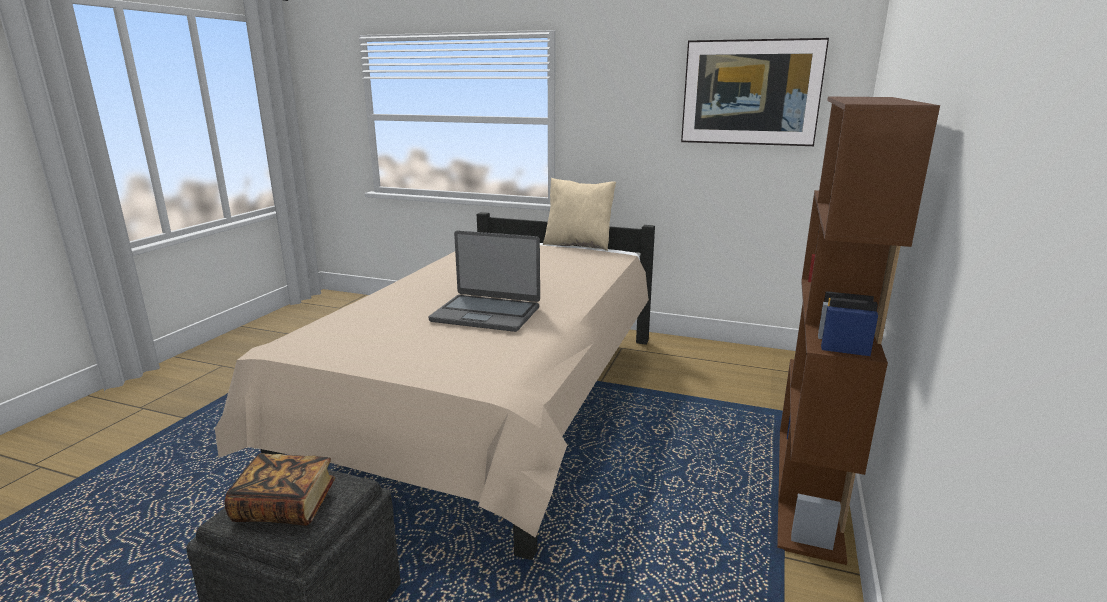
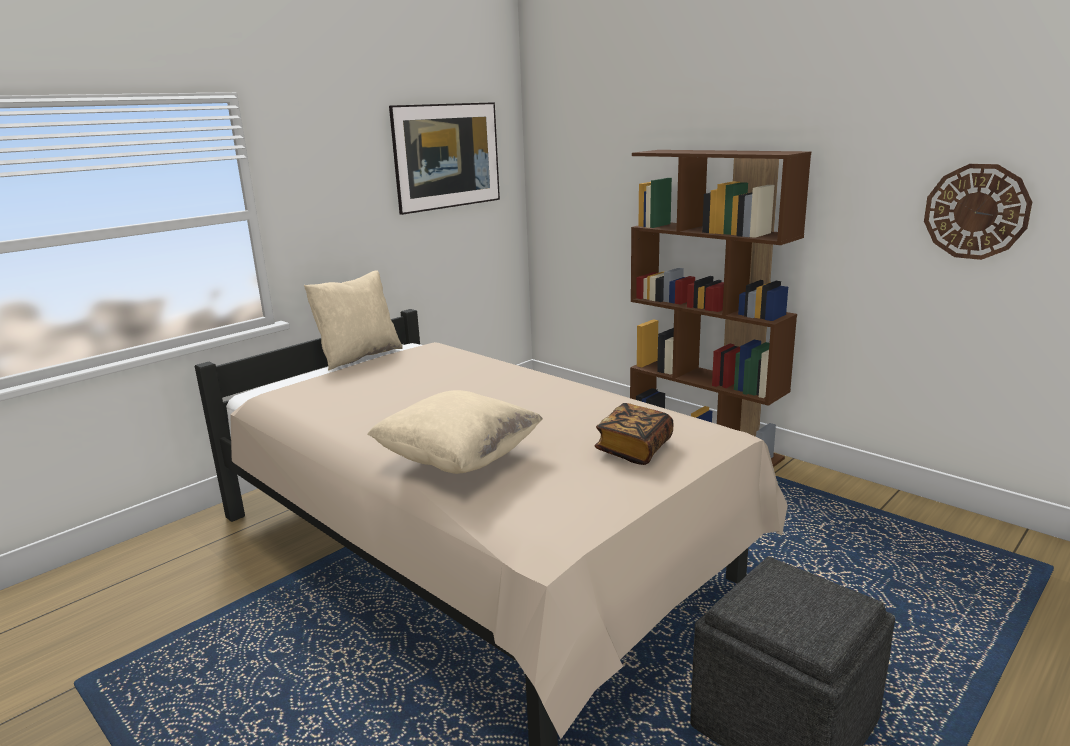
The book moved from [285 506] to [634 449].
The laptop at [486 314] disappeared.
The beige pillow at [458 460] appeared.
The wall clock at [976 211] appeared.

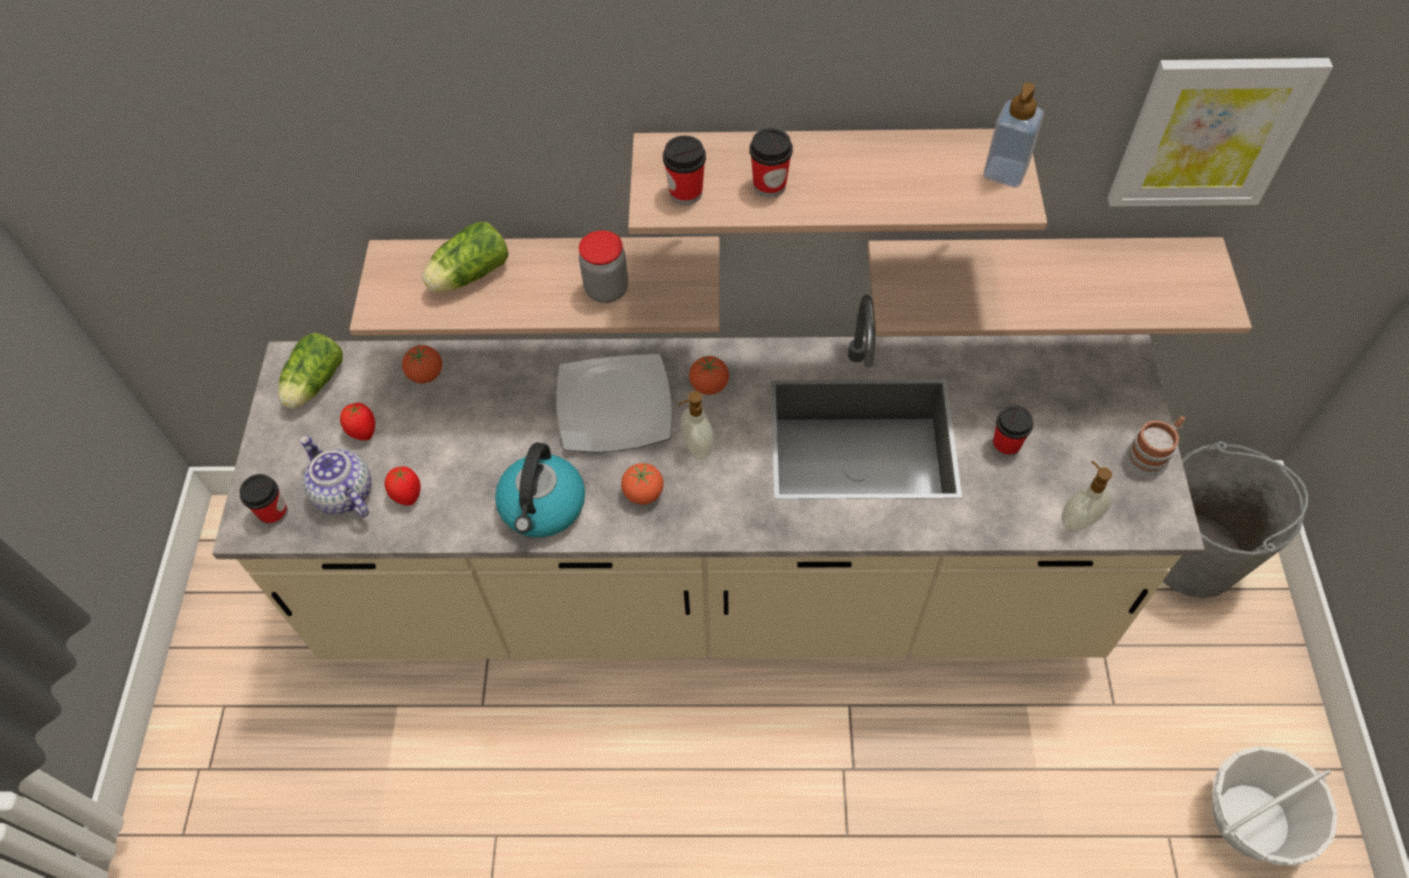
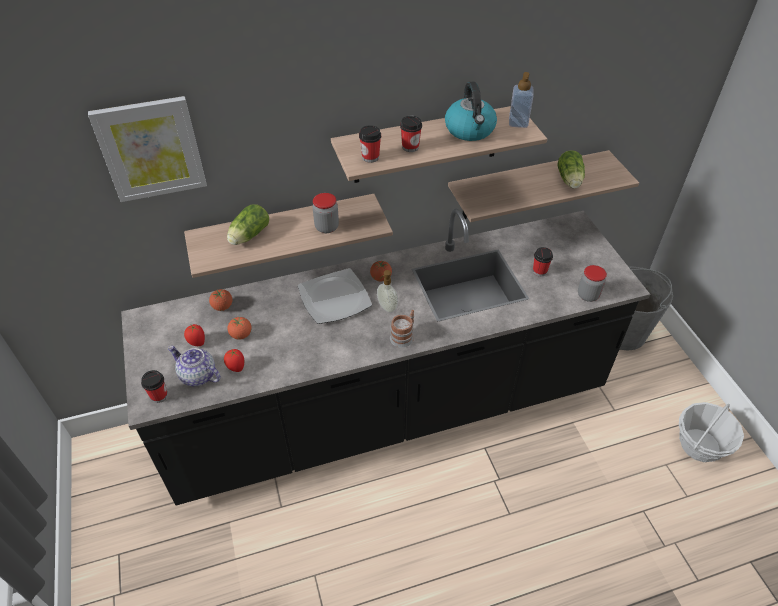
The beige counter at [710 589] became the black counter at [389 410].
The lettuce moved from [313 385] to [569 180].
The kettle moved from [543 507] to [470 130].
The tomato moved from [643 493] to [241 335].
The soap dispenser at [1078 520] was replaced by the jar at [588 295].
The picture moved from [1210 132] to [151 149].
The mug moved from [1150 455] to [404 335].

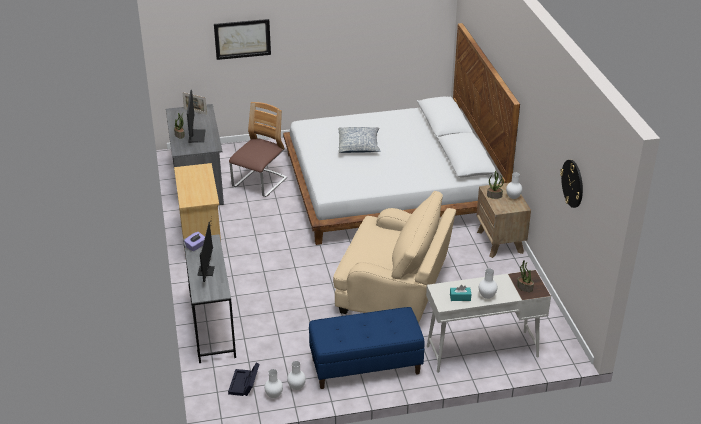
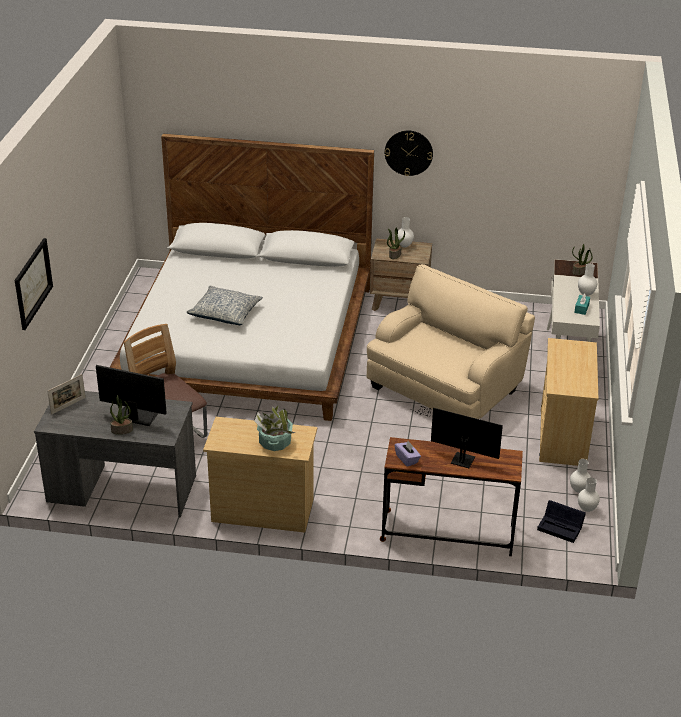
The grey desk at [212 326] became the brown desk at [447 533].
The blue bench at [365 367] was replaced by the beige dresser at [562 436].
The wall clock moved from [572 183] to [408 152].
The potted plant at [275 442] appeared.

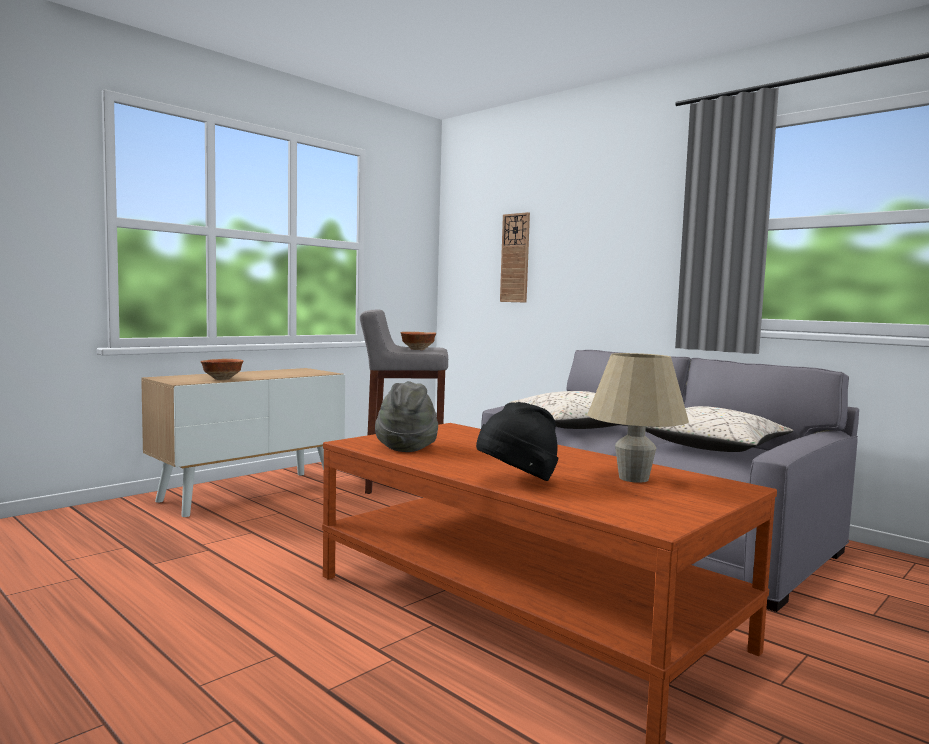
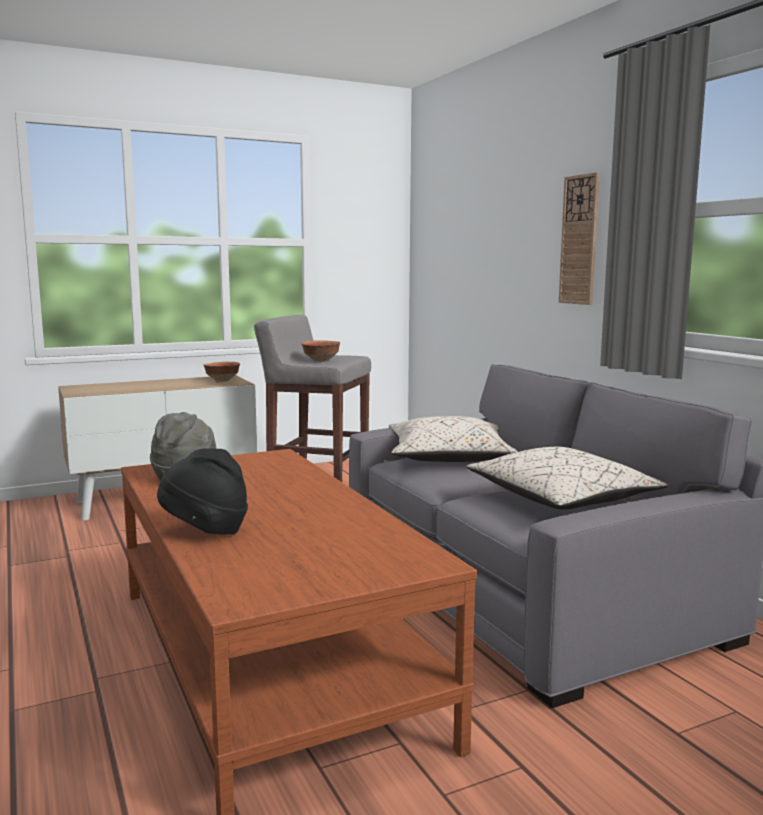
The bowl moved from [221 379] to [221 380].
The wall clock moved from [515 258] to [579 240].
The beige table lamp at [633 478] disappeared.

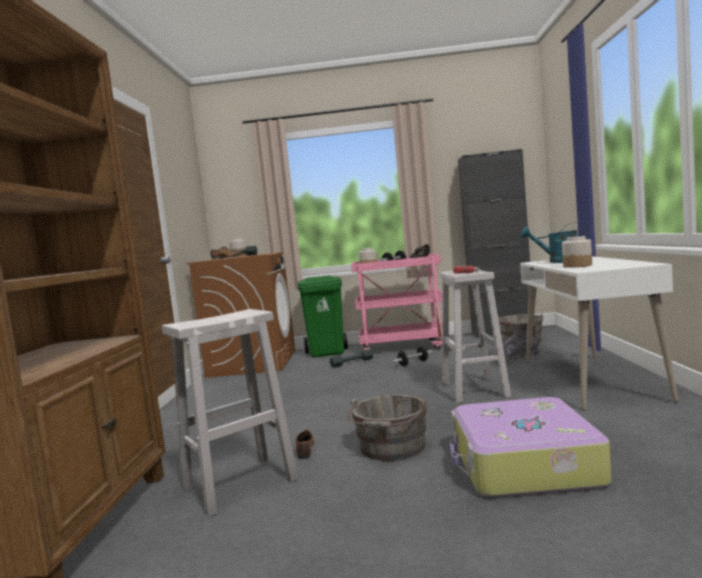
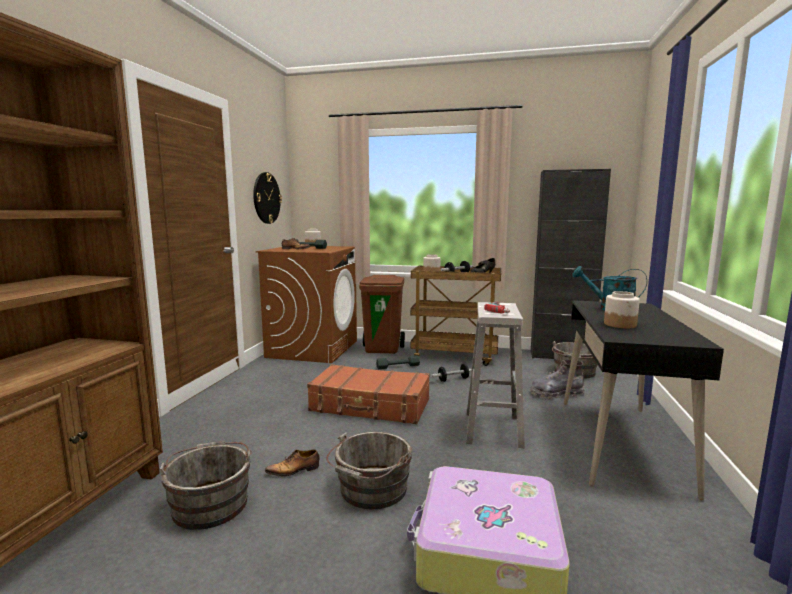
The white stool at [238 485] was replaced by the grey bucket at [210 503].
The shoe at [305 449] turned 120 degrees counterclockwise.
The green trash can at [327 353] became the brown trash can at [383 349].
The pink cart at [403 347] became the brown cart at [455 356].
The white desk at [590 380] became the black desk at [620 443].
The wall clock at [266 198] appeared.
The brown suitcase at [370 406] appeared.

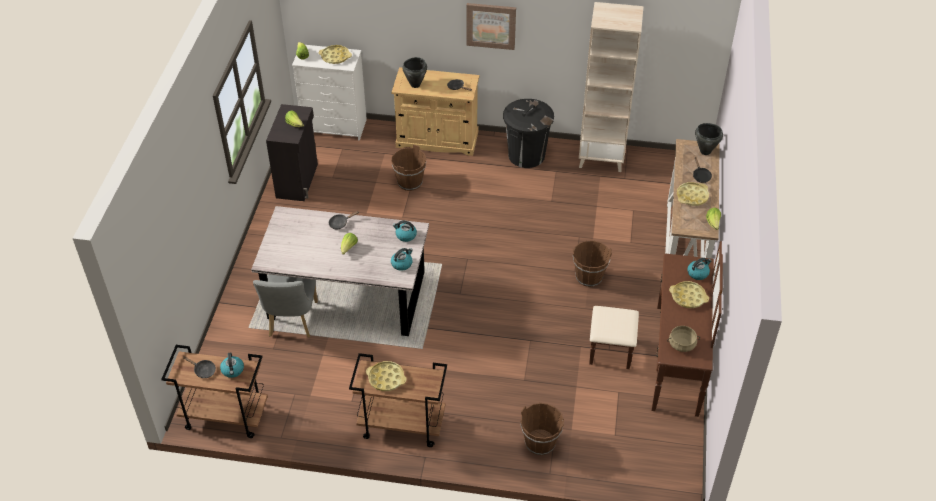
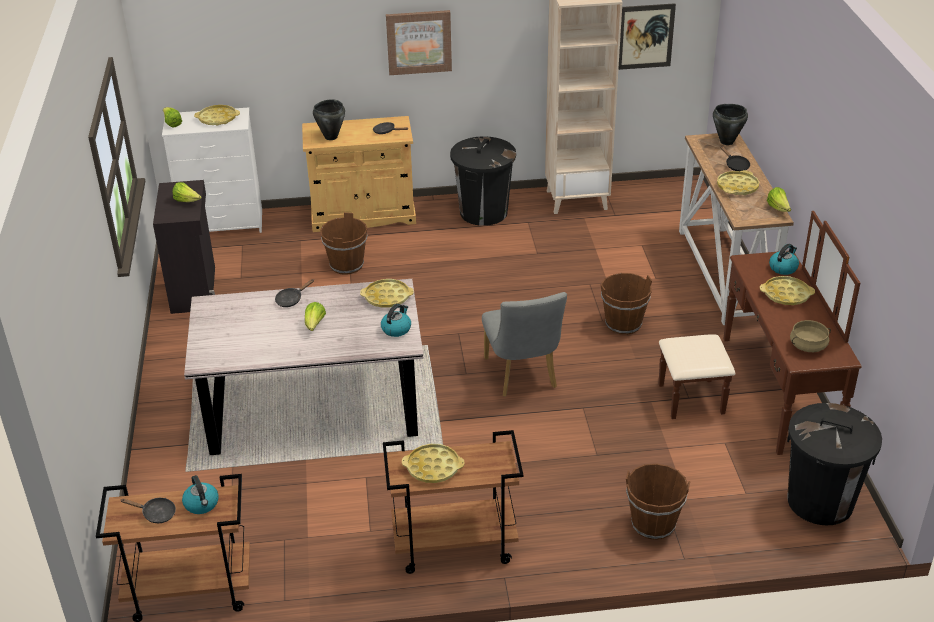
The grey chair moved from [292 322] to [522 376].
The kettle at [405 235] was replaced by the yellow tray at [387 297].
The picture at [645 36] appeared.
The black trash can at [820 502] appeared.

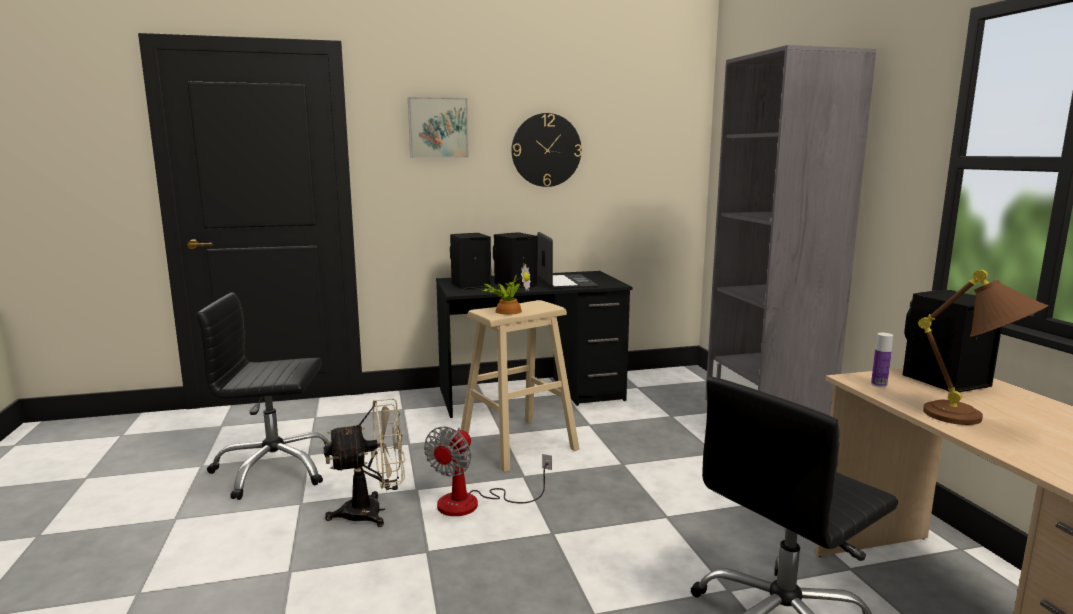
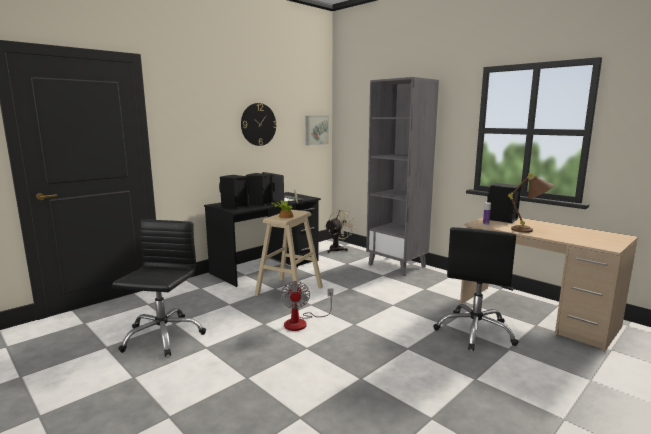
The black office chair at [274 469] turned 135 degrees clockwise.
The beige fan moved from [373 512] to [338 249].
The picture moved from [438 128] to [316 130].

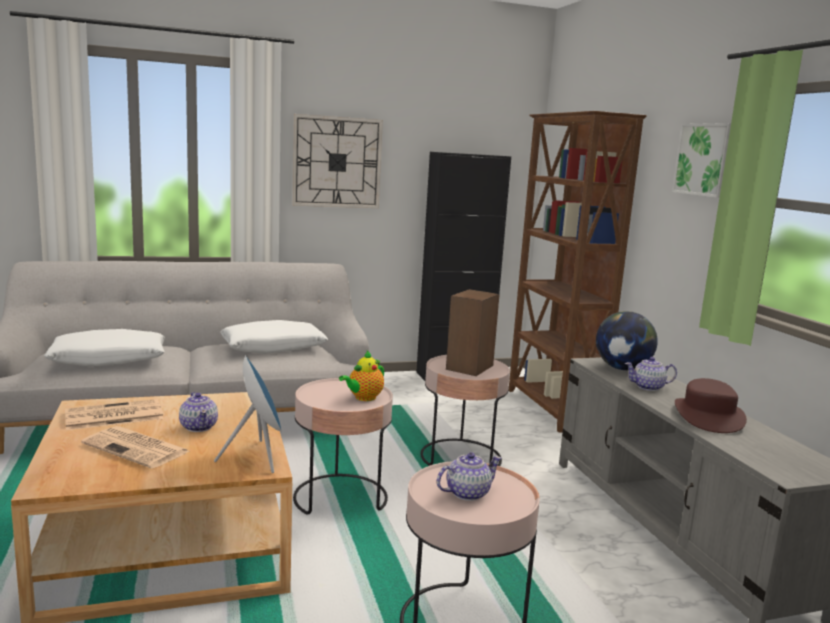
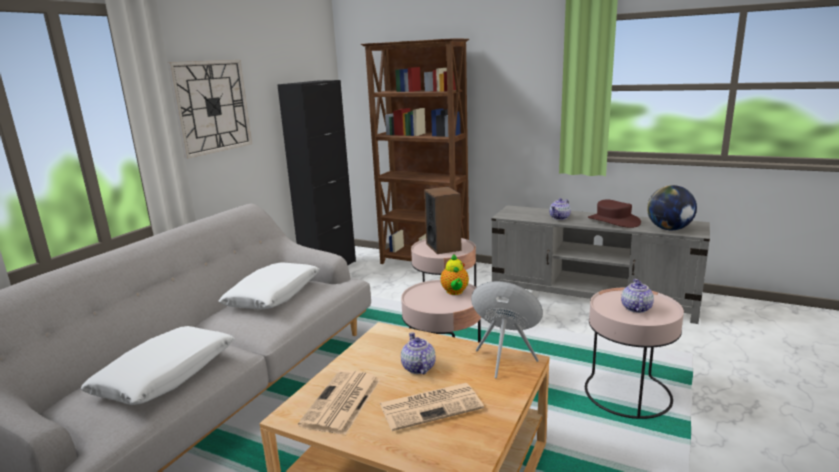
The teapot at [199 427] turned 120 degrees counterclockwise.
The globe moved from [622 368] to [669 229].
The picture at [705 160] disappeared.

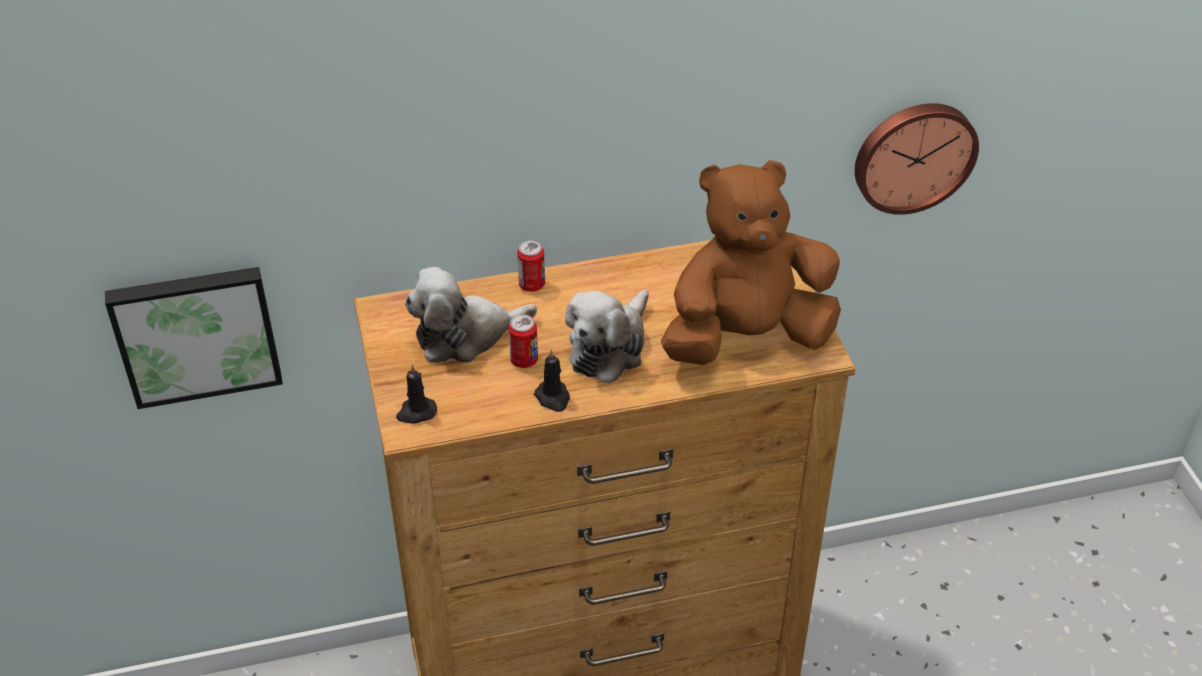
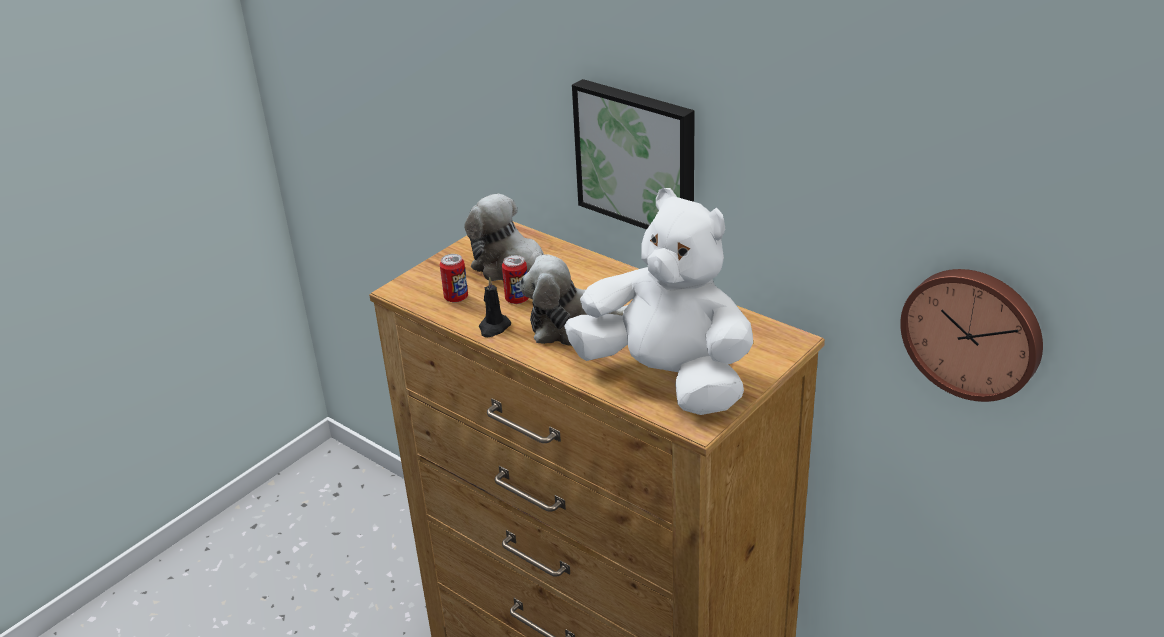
The picture moved from [196 333] to [638 157].
The black candle at [416 412] disappeared.
The can moved from [532 285] to [456 298].
The brown plush toy at [746 337] became the white plush toy at [666 378].

